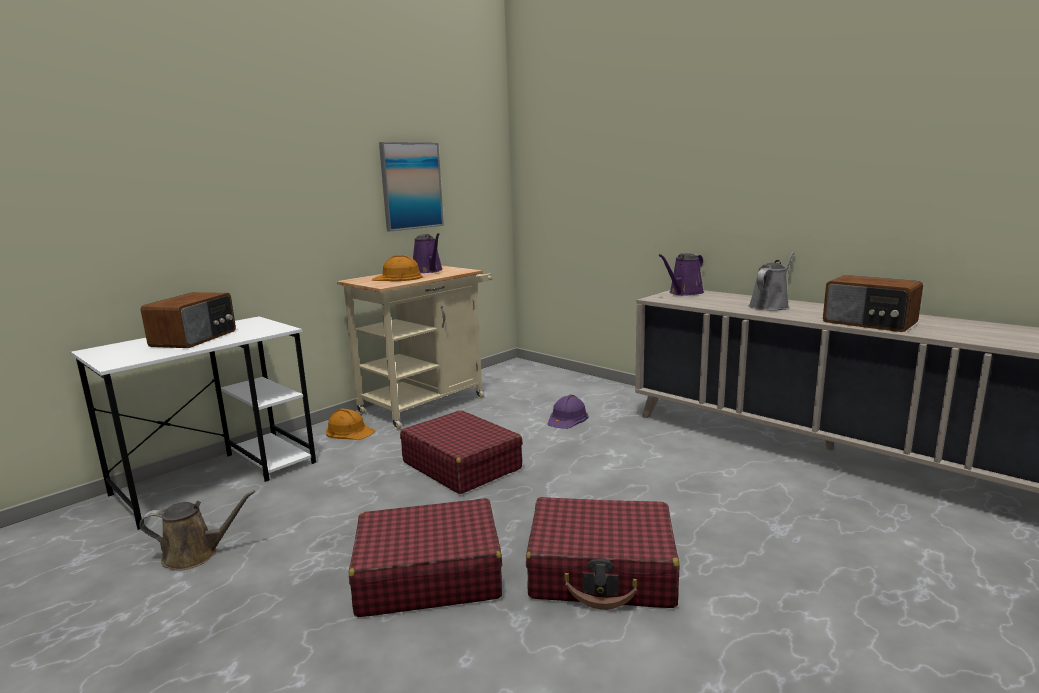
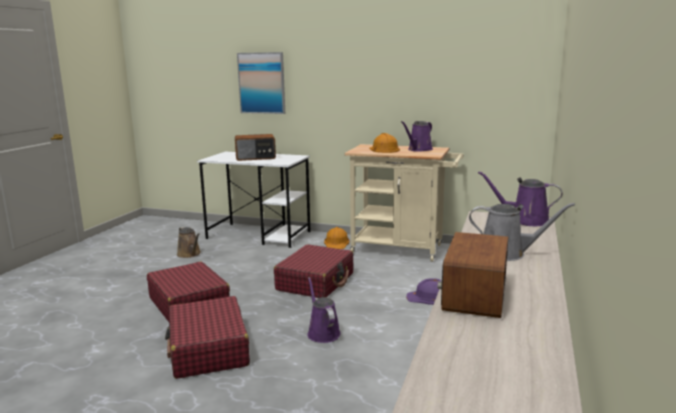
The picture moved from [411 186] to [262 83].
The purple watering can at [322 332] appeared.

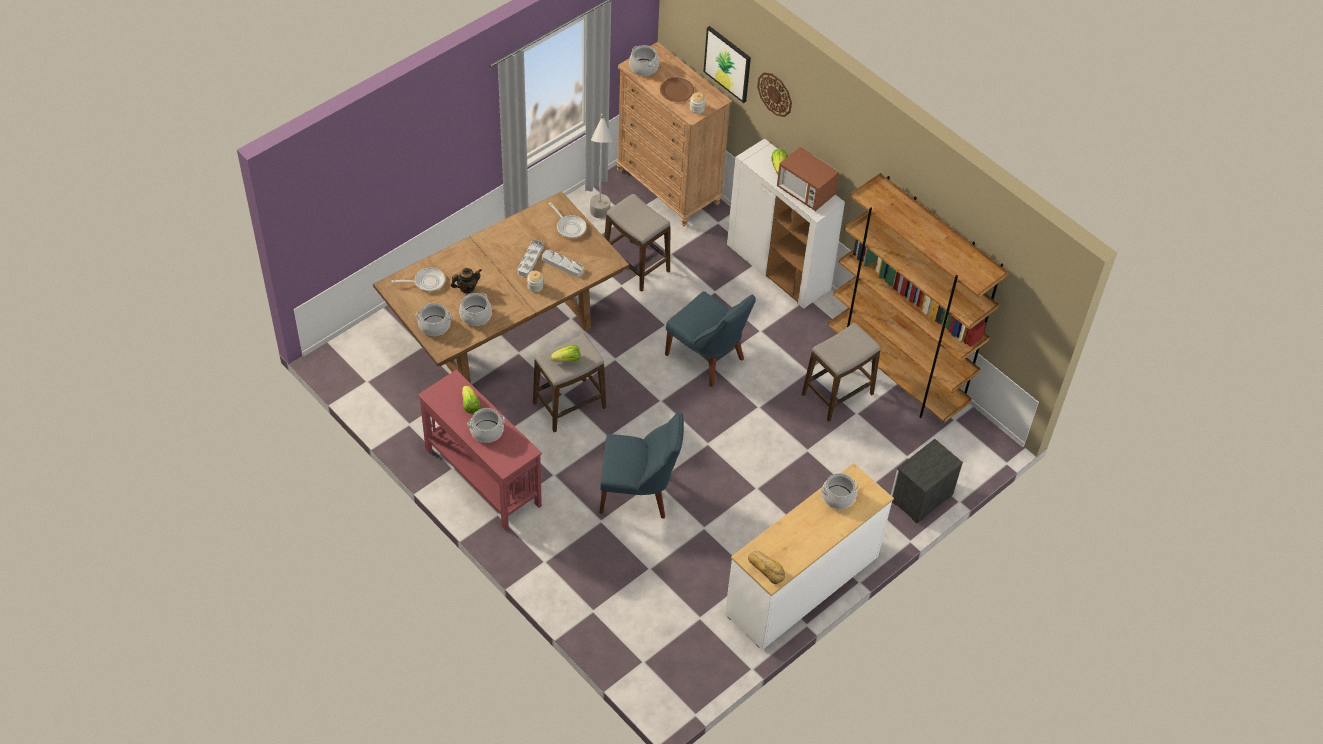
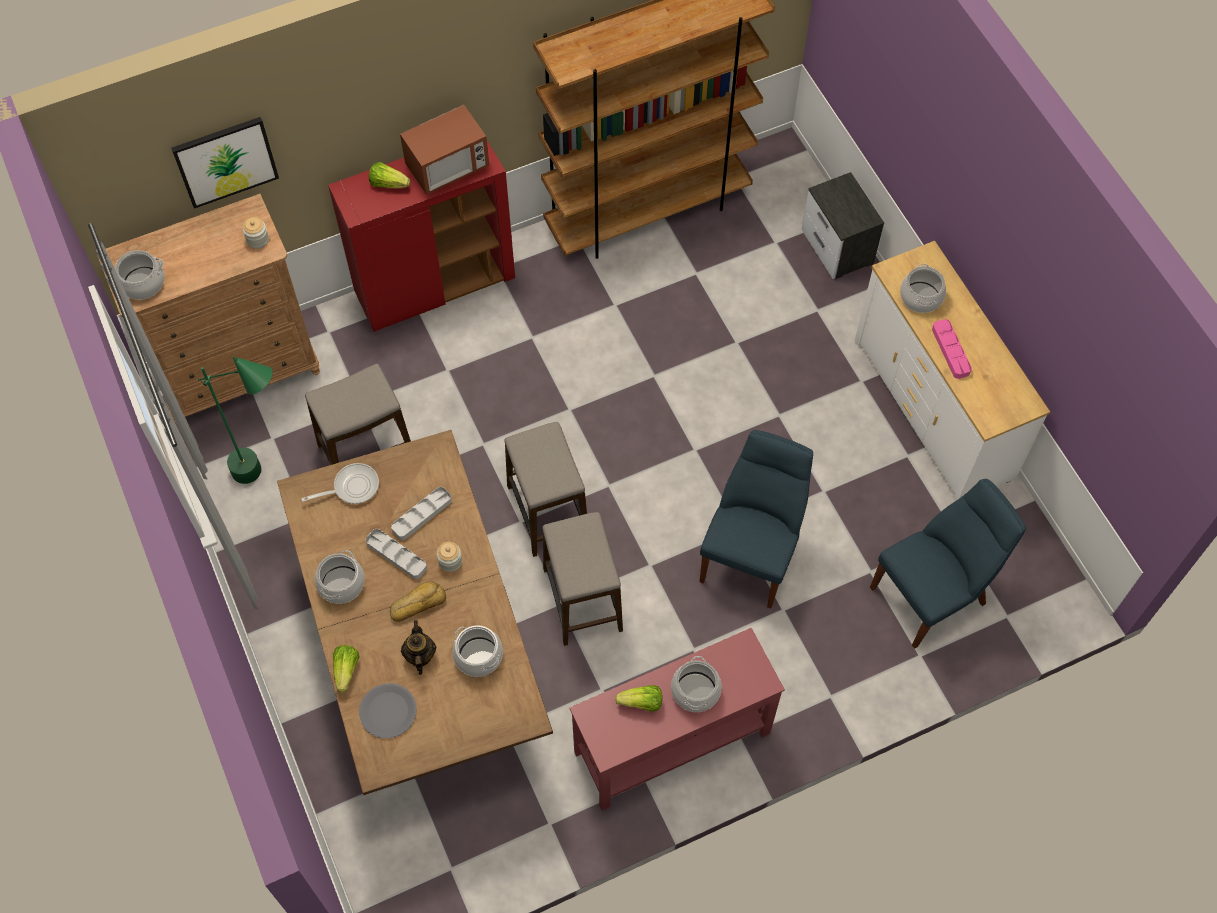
The frying pan at [426 282] was replaced by the grey plate at [388 711].
The cooking pot moved from [434 326] to [342 584].
The lettuce moved from [567 360] to [346 670].
The grey floor lamp at [600 223] became the green floor lamp at [270 476].
The brown plate at [676 90] disappeared.
The blue chair moved from [707 358] to [933 594].
The white cabinet at [779 268] became the red cabinet at [435 285].
The bread moved from [766 568] to [417 603].
The wall clock at [775 94] disappeared.
The stool moved from [838 394] to [548 512].
The pink tray at [950 351] appeared.

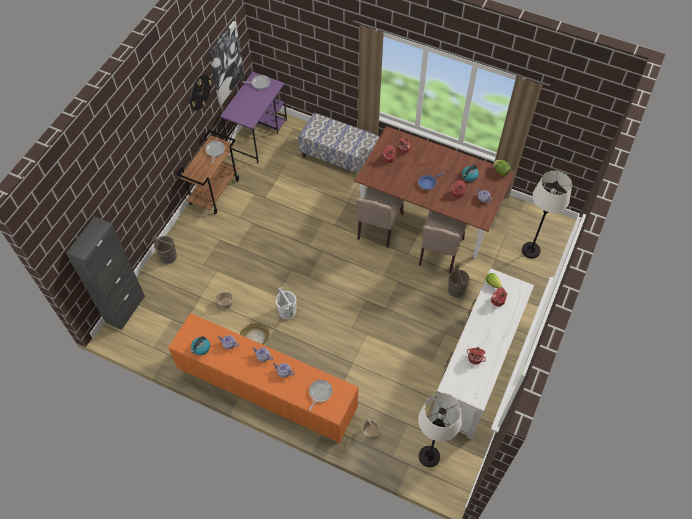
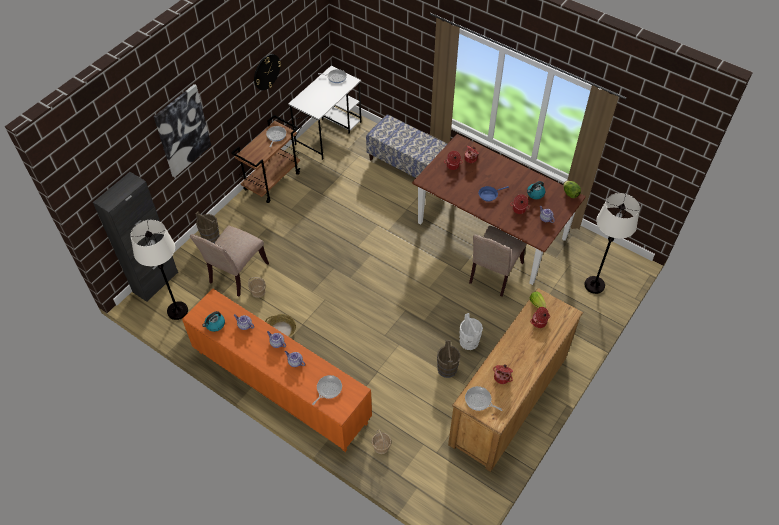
The picture moved from [225 63] to [182 131].
The purple desk at [258 135] became the white desk at [328 132].
The white bucket moved from [287 311] to [469 342].
The beige chair moved from [378 228] to [236 274].
The white floor lamp moved from [429 456] to [177 311].
The white dresser at [475 370] became the brown dresser at [509 400].
The brown bucket moved from [456 290] to [447 369].
The frying pan at [479 400] appeared.

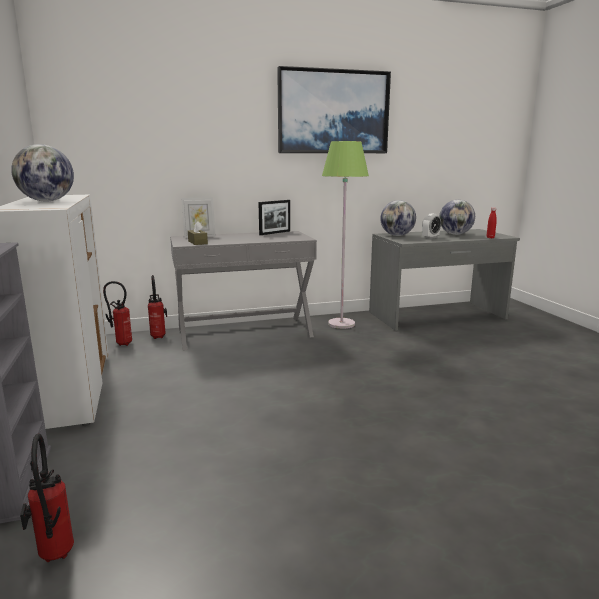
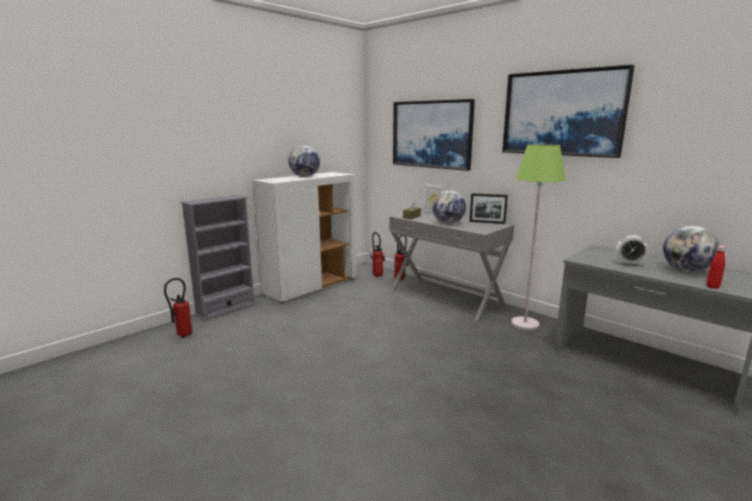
The globe moved from [397 235] to [448 223].
The picture at [432 134] appeared.

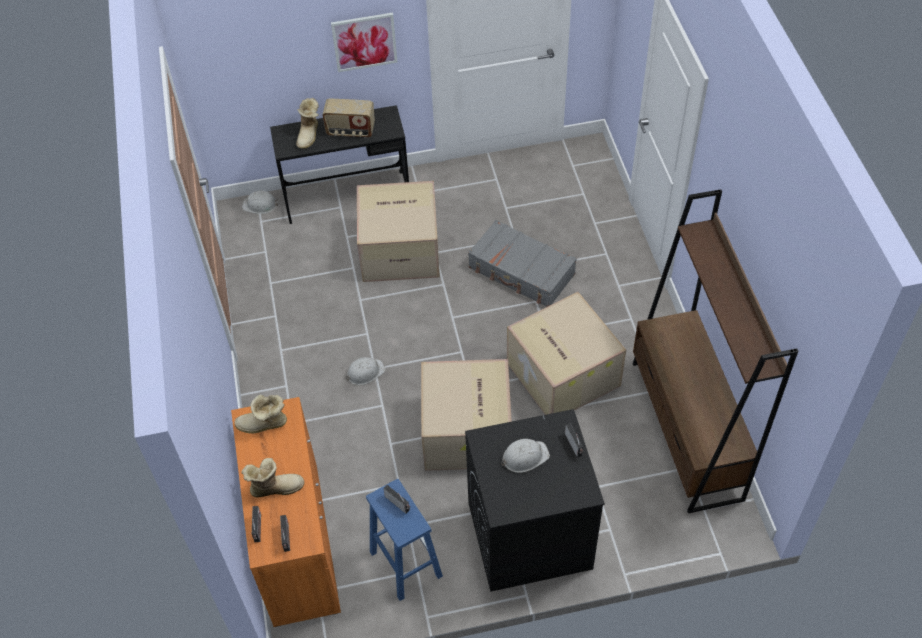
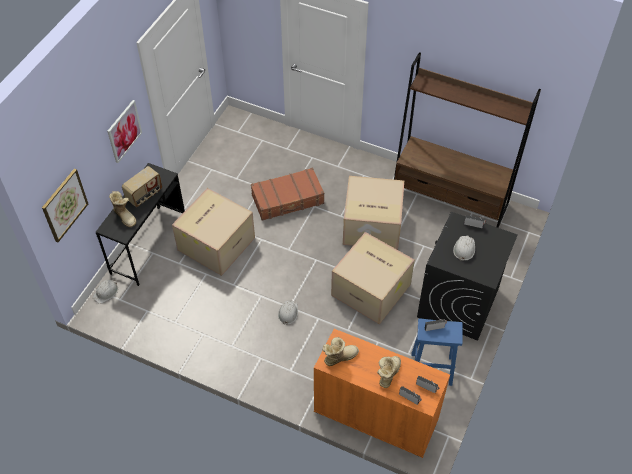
The boot at [263 425] turned 150 degrees counterclockwise.
The grey suitcase at [521 272] became the brown suitcase at [288 199].
The picture at [64 205] appeared.

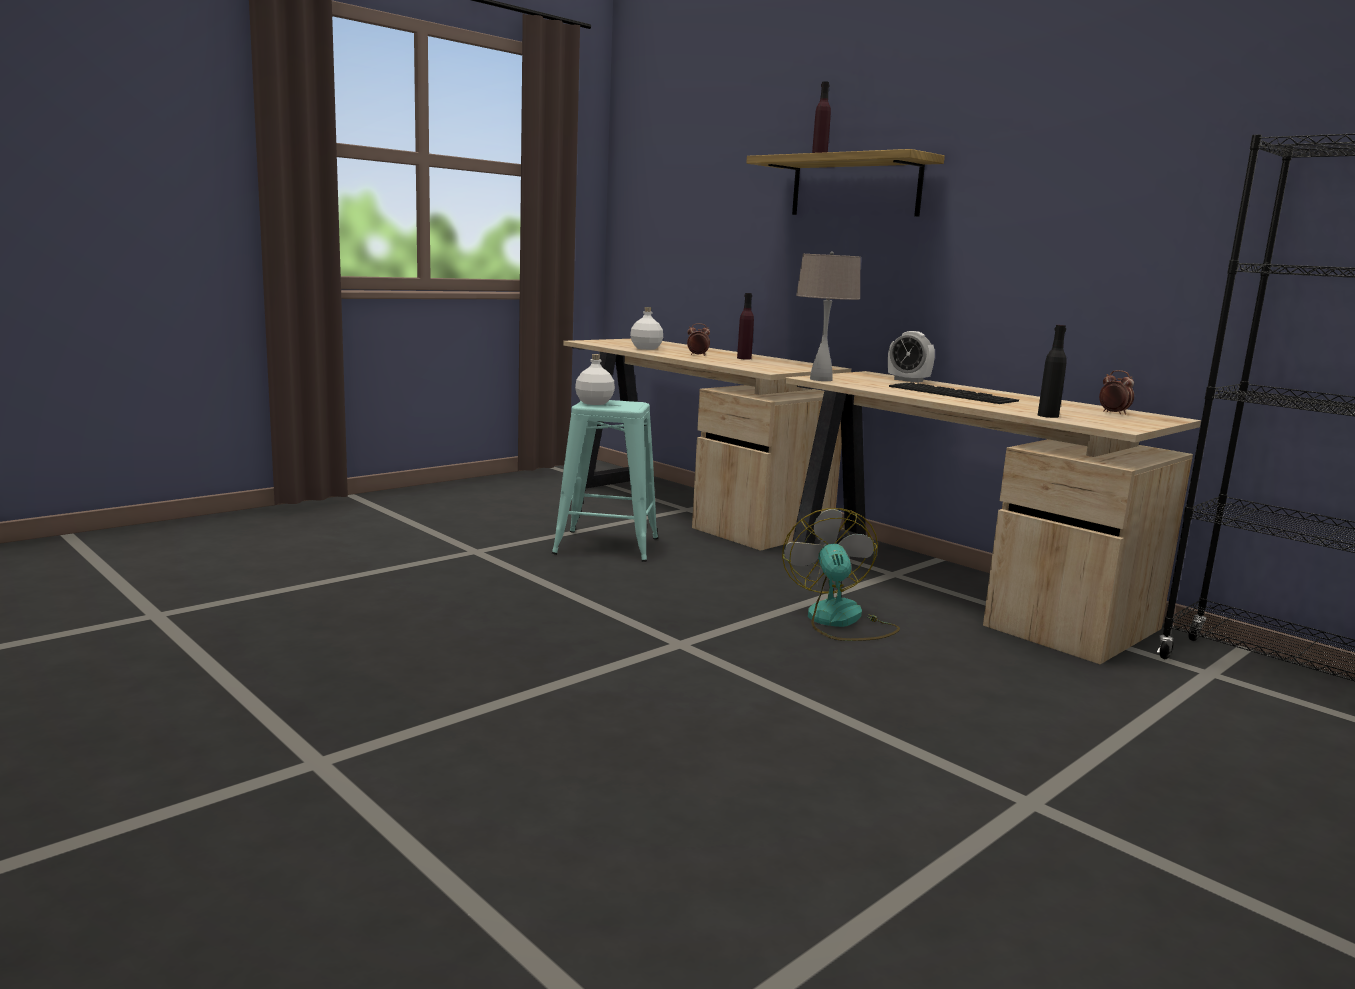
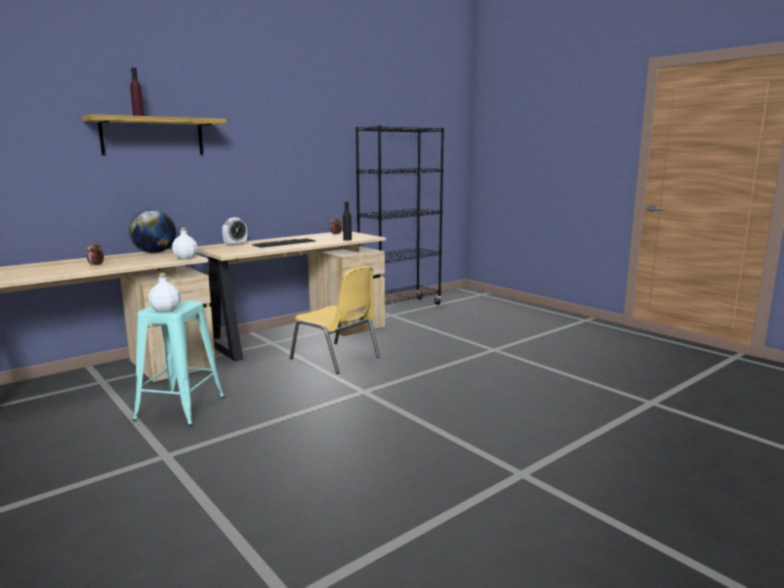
The white bottle moved from [646 348] to [185 257].
The purple bottle at [744 358] disappeared.
The fan at [840 621] was replaced by the yellow chair at [336 358].
The beige table lamp at [821 379] disappeared.
The globe at [155 252] appeared.

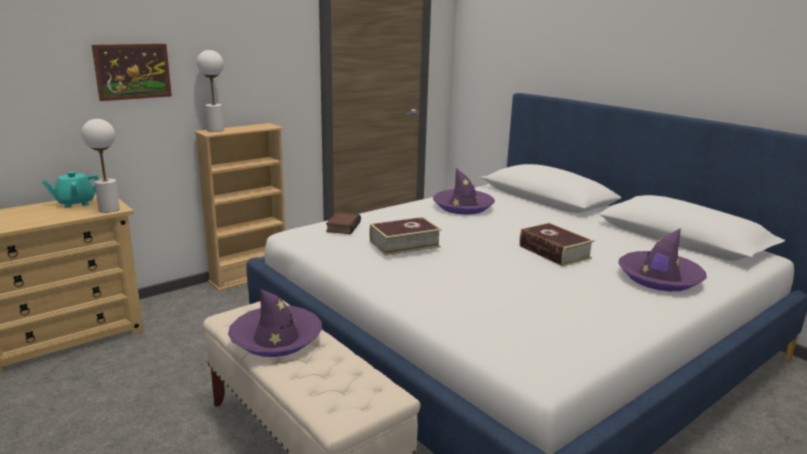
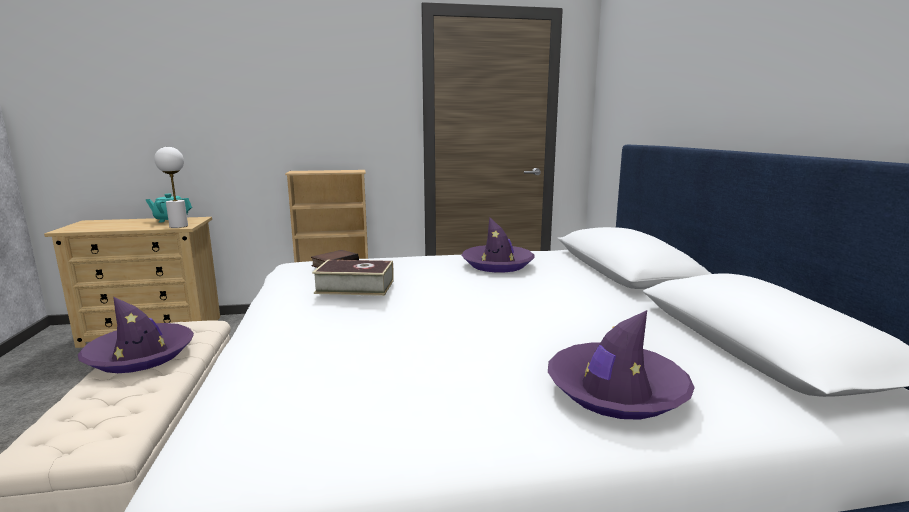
The picture at [133 71] disappeared.
The white table lamp at [215 130] disappeared.
The book at [554 252] disappeared.

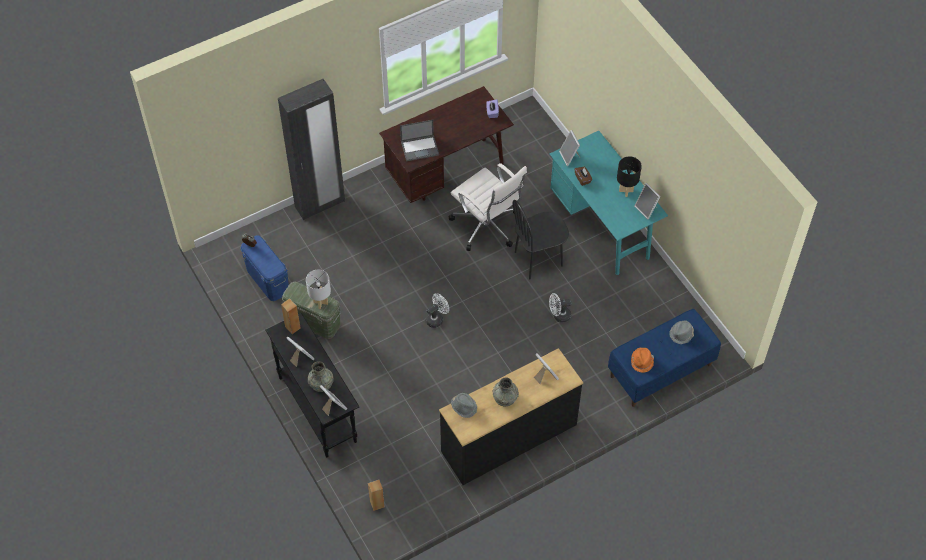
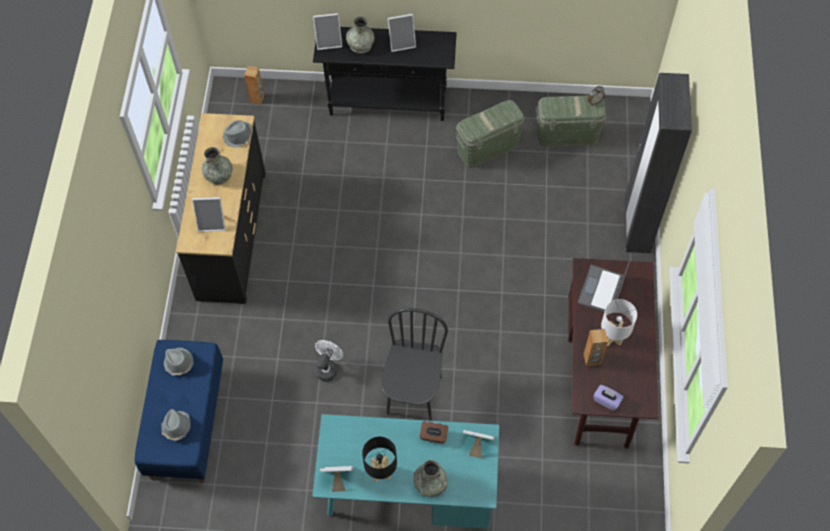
The blue storage box at [267 280] became the green storage box at [567 134].
The brown speaker moved from [293 327] to [592 359].
The white table lamp moved from [321 302] to [612 339].
The white fan at [436 318] disappeared.
The white office chair at [487 226] disappeared.
The orange hat at [642 361] became the grey hat at [179 363].
The grey vase at [430 484] appeared.

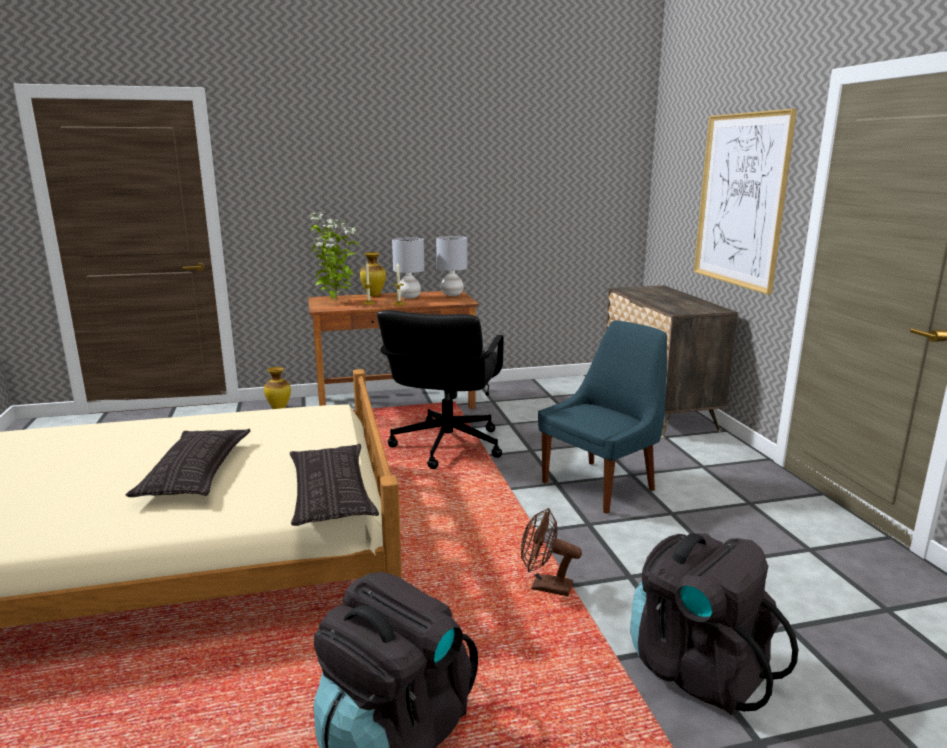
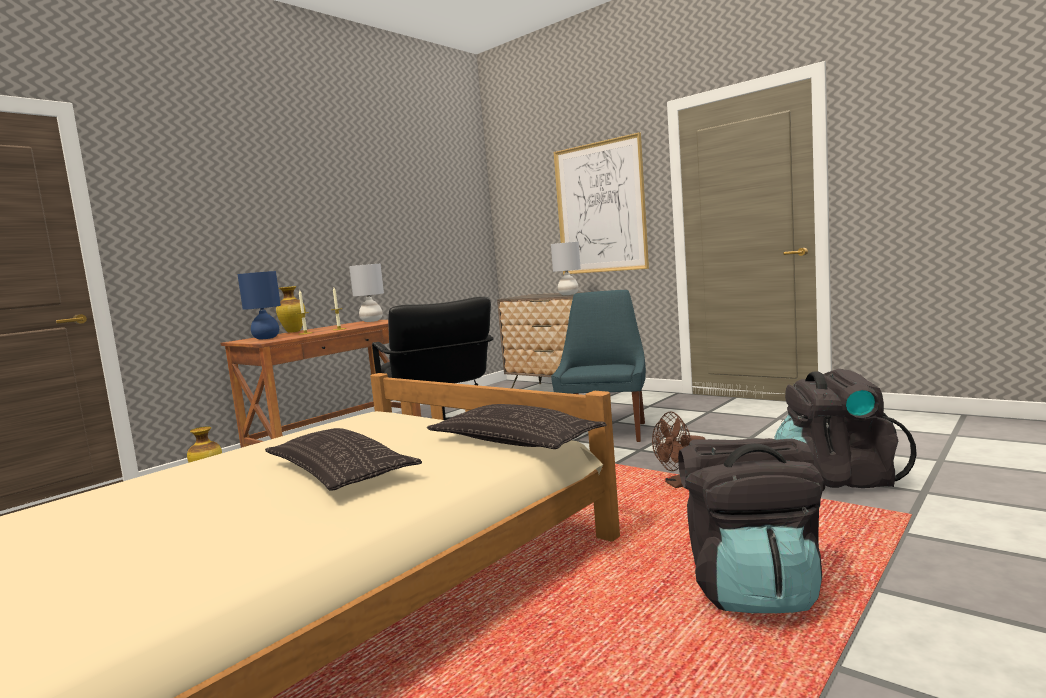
The potted plant at [335 301] was replaced by the blue table lamp at [266 338].
The grey table lamp moved from [409 297] to [568 294].

